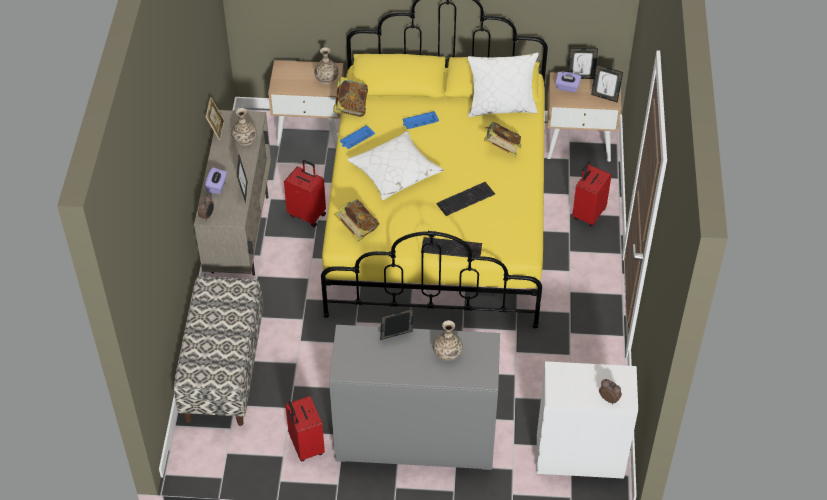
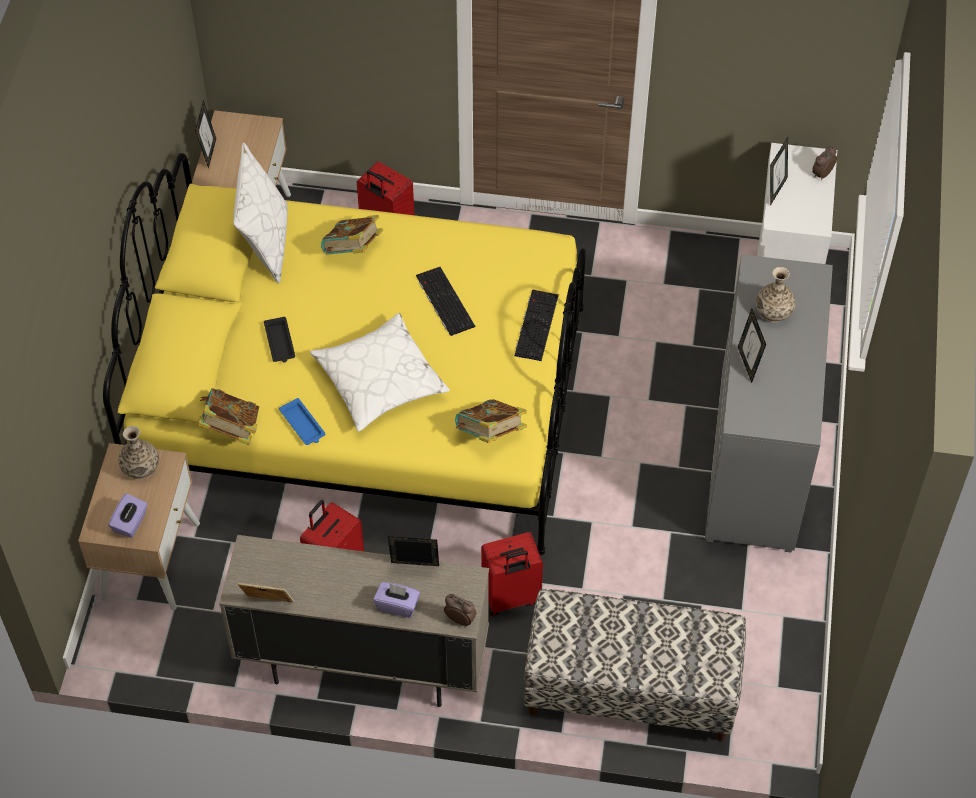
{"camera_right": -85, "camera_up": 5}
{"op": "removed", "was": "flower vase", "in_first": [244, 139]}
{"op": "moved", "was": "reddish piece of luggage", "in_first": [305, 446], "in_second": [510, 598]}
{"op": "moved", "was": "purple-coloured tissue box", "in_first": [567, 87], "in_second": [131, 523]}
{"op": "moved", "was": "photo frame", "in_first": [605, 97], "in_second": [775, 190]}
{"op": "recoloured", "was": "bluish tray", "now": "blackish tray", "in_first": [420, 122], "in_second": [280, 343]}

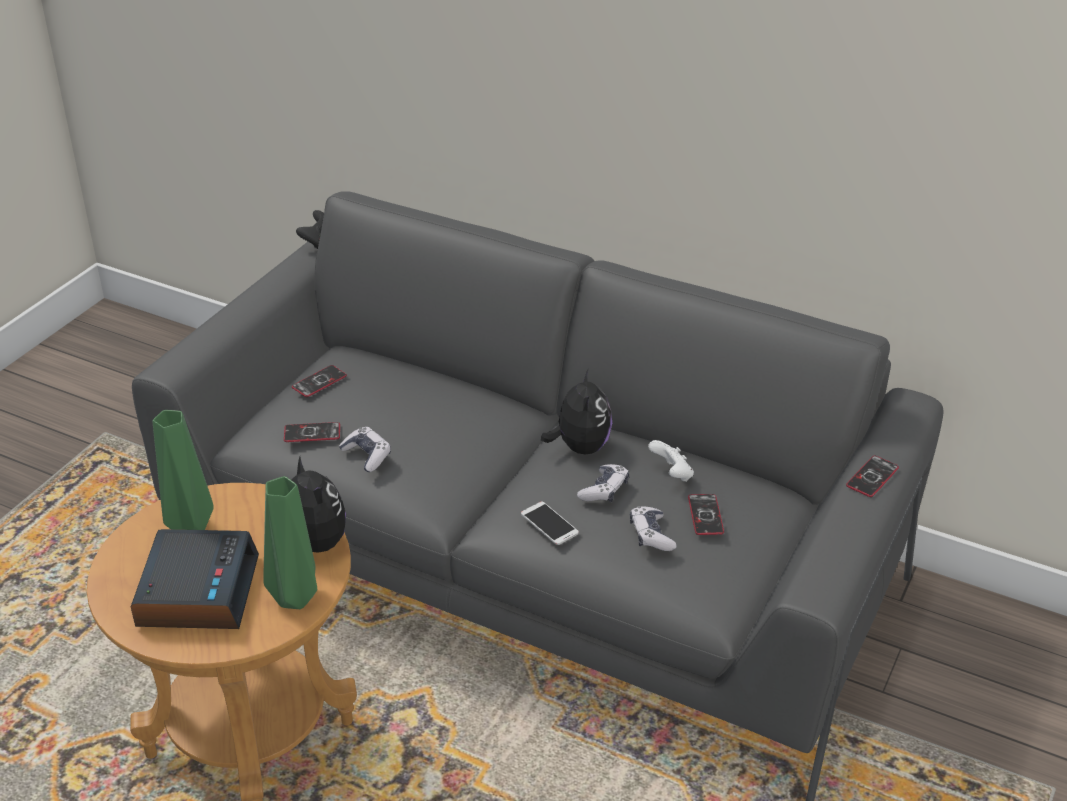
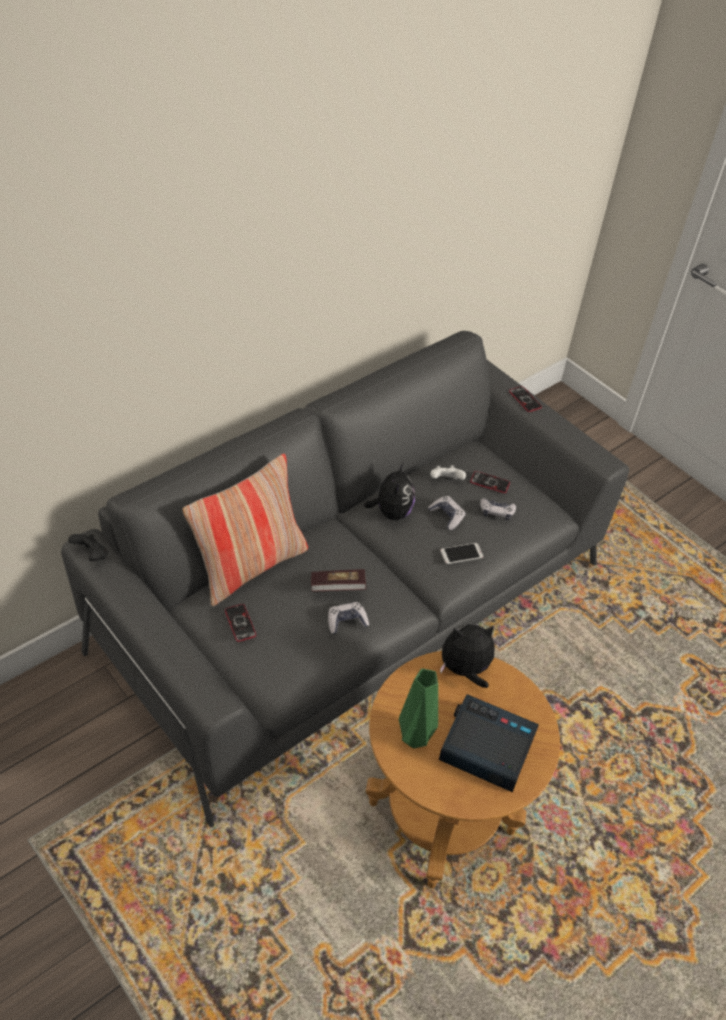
{"camera_right": -70, "camera_up": 10}
{"op": "removed", "was": "green flower vase", "in_first": [297, 599]}
{"op": "removed", "was": "phone", "in_first": [312, 433]}
{"op": "added", "now": "cushion", "in_second": [250, 566]}
{"op": "added", "now": "bound book", "in_second": [338, 588]}
{"op": "turned", "was": "cuddly toy", "in_first": [579, 447], "in_second": [391, 512], "clockwise": 75}

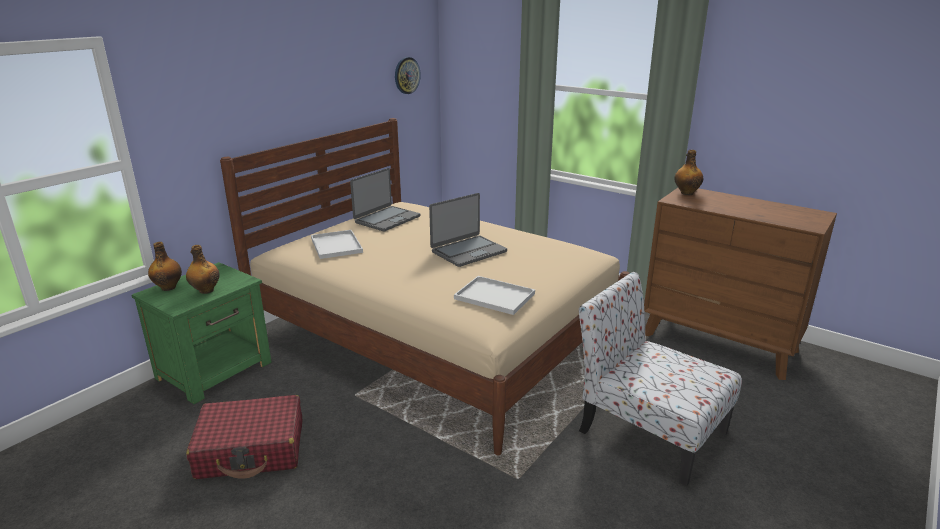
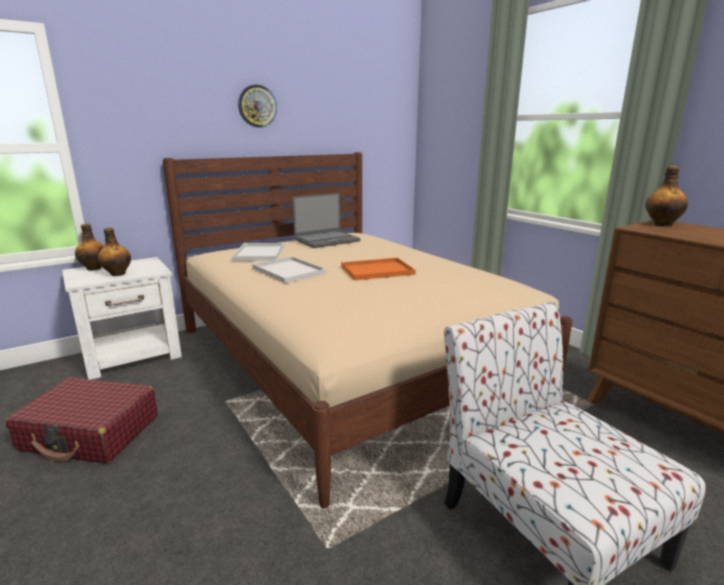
{"camera_right": 20, "camera_up": -5}
{"op": "moved", "was": "clock on the wall", "in_first": [406, 75], "in_second": [257, 106]}
{"op": "moved", "was": "white-coloured tray", "in_first": [493, 296], "in_second": [287, 270]}
{"op": "replaced", "was": "portable computer", "now": "orange tray", "in_first": [468, 251], "in_second": [378, 270]}
{"op": "recoloured", "was": "green bedside table", "now": "white-coloured bedside table", "in_first": [216, 370], "in_second": [133, 355]}

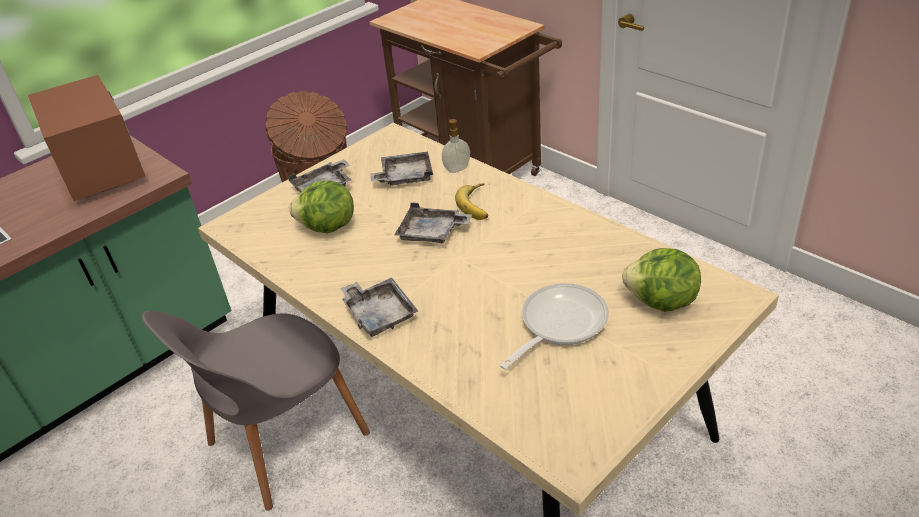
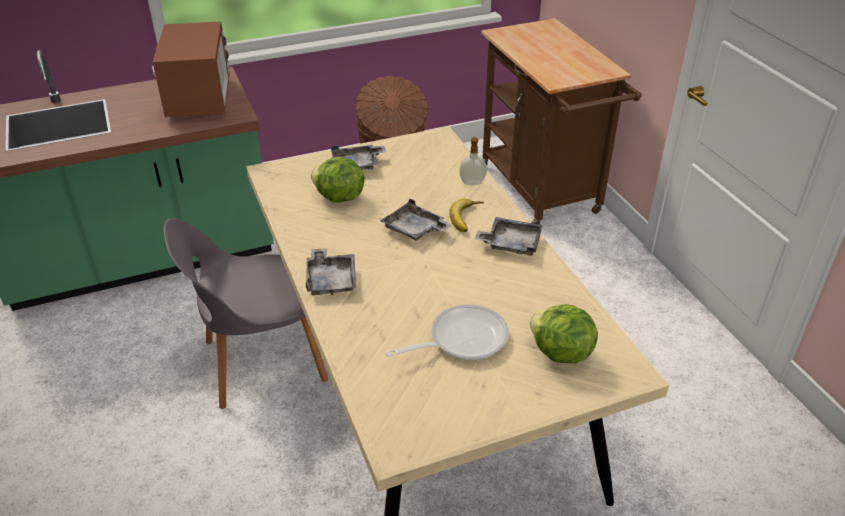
{"camera_right": 20, "camera_up": 0}
{"op": "moved", "was": "gray tray", "in_first": [405, 177], "in_second": [511, 243]}

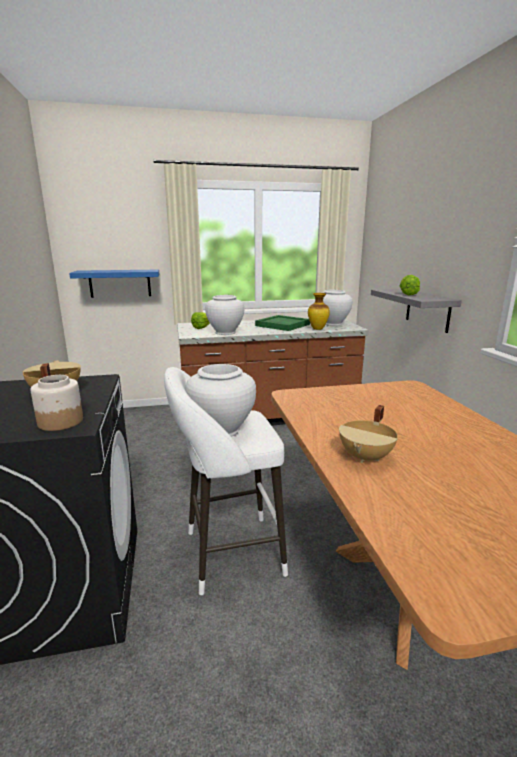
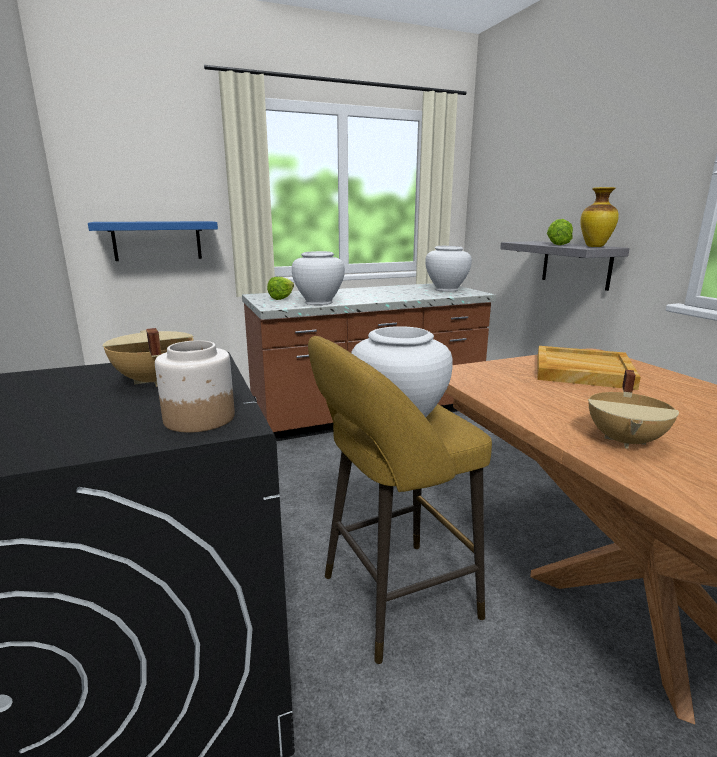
{"camera_right": -10, "camera_up": 0}
{"op": "removed", "was": "green tray", "in_first": [282, 325]}
{"op": "added", "now": "sand-coloured tray", "in_second": [581, 371]}
{"op": "moved", "was": "flower vase", "in_first": [318, 329], "in_second": [595, 246]}
{"op": "recoloured", "was": "white-coloured sitting stool", "now": "yellowish sitting stool", "in_first": [227, 554], "in_second": [391, 599]}

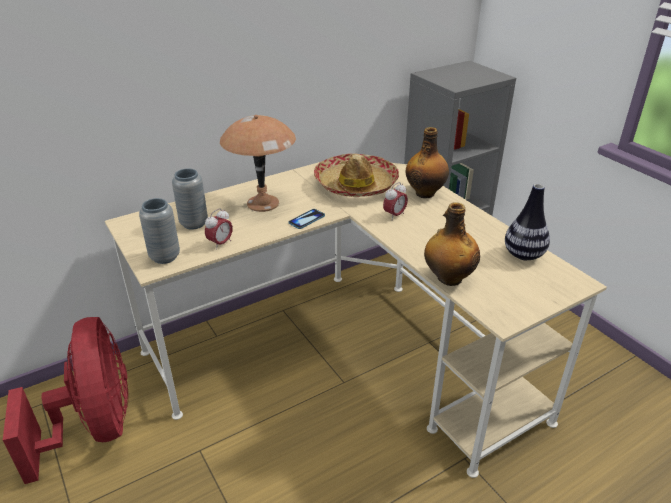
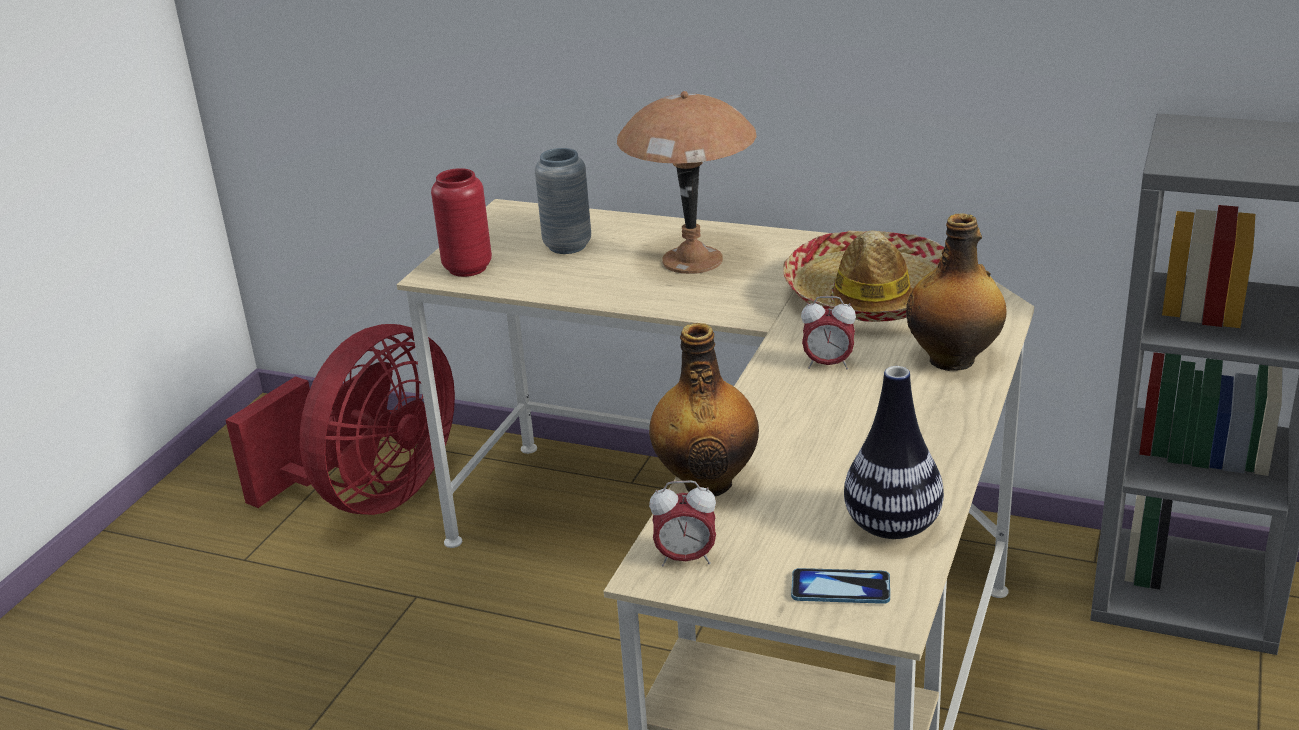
{"camera_right": 55, "camera_up": -5}
{"op": "moved", "was": "table clock", "in_first": [220, 243], "in_second": [685, 559]}
{"op": "moved", "was": "phone", "in_first": [306, 220], "in_second": [840, 588]}
{"op": "recoloured", "was": "gray flower vase", "now": "reddish flower vase", "in_first": [165, 257], "in_second": [467, 268]}

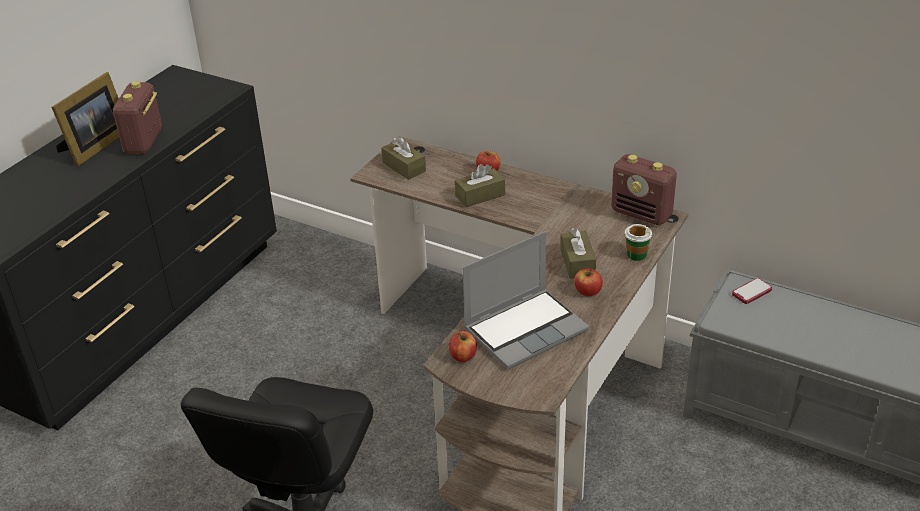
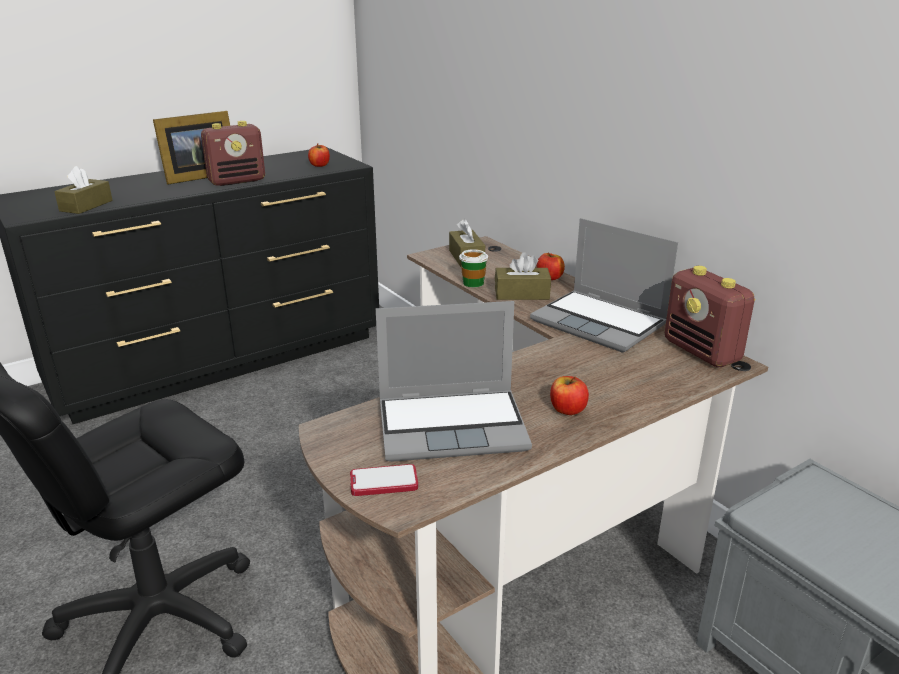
{"camera_right": 25, "camera_up": -10}
{"op": "added", "now": "portable computer", "in_second": [600, 323]}
{"op": "moved", "was": "apple", "in_first": [463, 356], "in_second": [319, 165]}
{"op": "moved", "was": "brown tissue box", "in_first": [577, 263], "in_second": [86, 206]}
{"op": "moved", "was": "drinking cup", "in_first": [636, 254], "in_second": [473, 283]}
{"op": "moved", "was": "phone", "in_first": [751, 292], "in_second": [384, 482]}
{"op": "turned", "was": "radio receiver", "in_first": [144, 142], "in_second": [237, 181], "clockwise": -150}

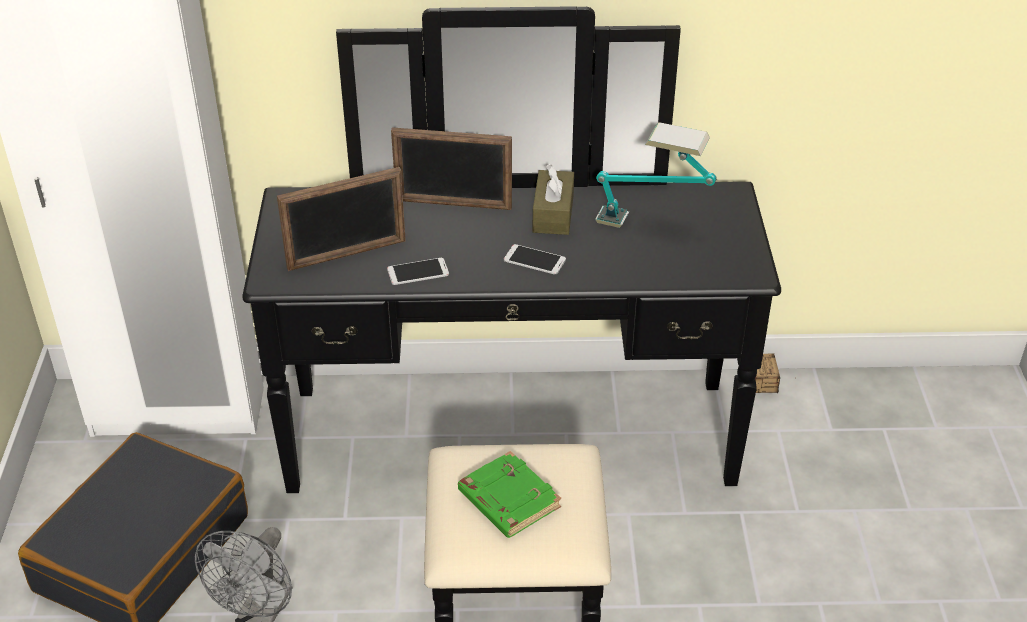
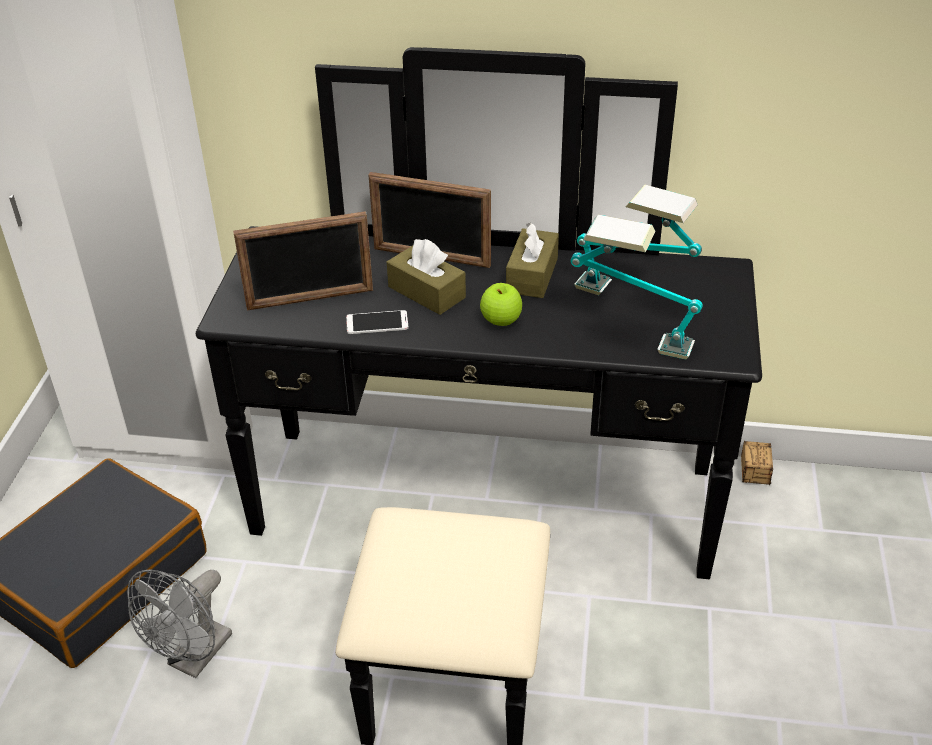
{"camera_right": 10, "camera_up": 0}
{"op": "removed", "was": "green bound book", "in_first": [507, 500]}
{"op": "added", "now": "brown tissue box", "in_second": [426, 292]}
{"op": "added", "now": "table lamp", "in_second": [630, 338]}
{"op": "replaced", "was": "phone", "now": "apple", "in_first": [534, 260], "in_second": [501, 321]}

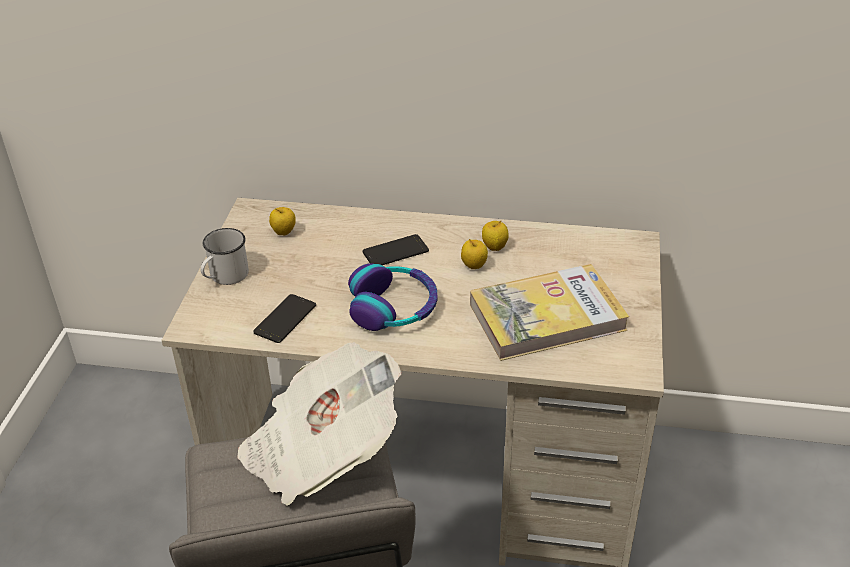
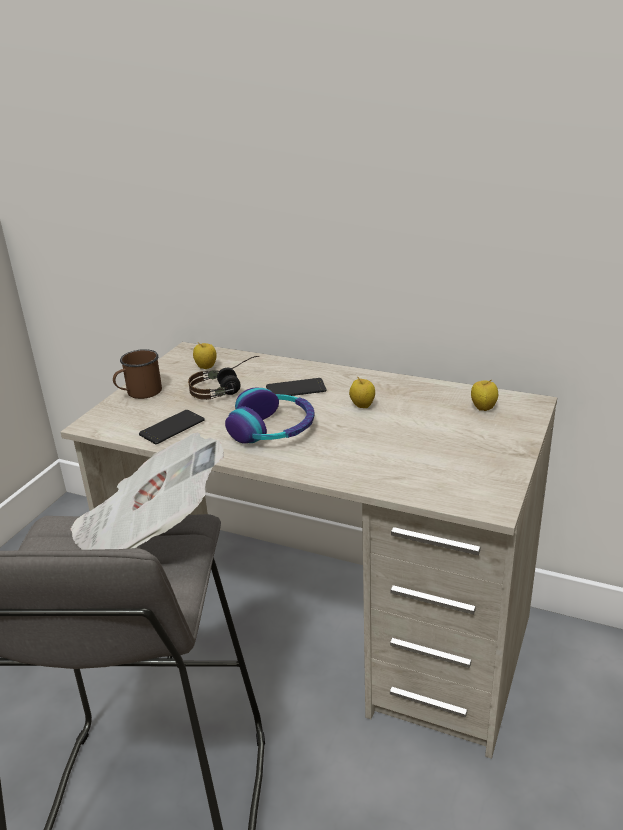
{"camera_right": 15, "camera_up": -10}
{"op": "removed", "was": "bound book", "in_first": [547, 317]}
{"op": "added", "now": "headset", "in_second": [227, 388]}
{"op": "moved", "was": "apple", "in_first": [494, 247], "in_second": [483, 408]}
{"op": "recoloured", "was": "white-coloured mug", "now": "brown mug", "in_first": [225, 277], "in_second": [139, 393]}

